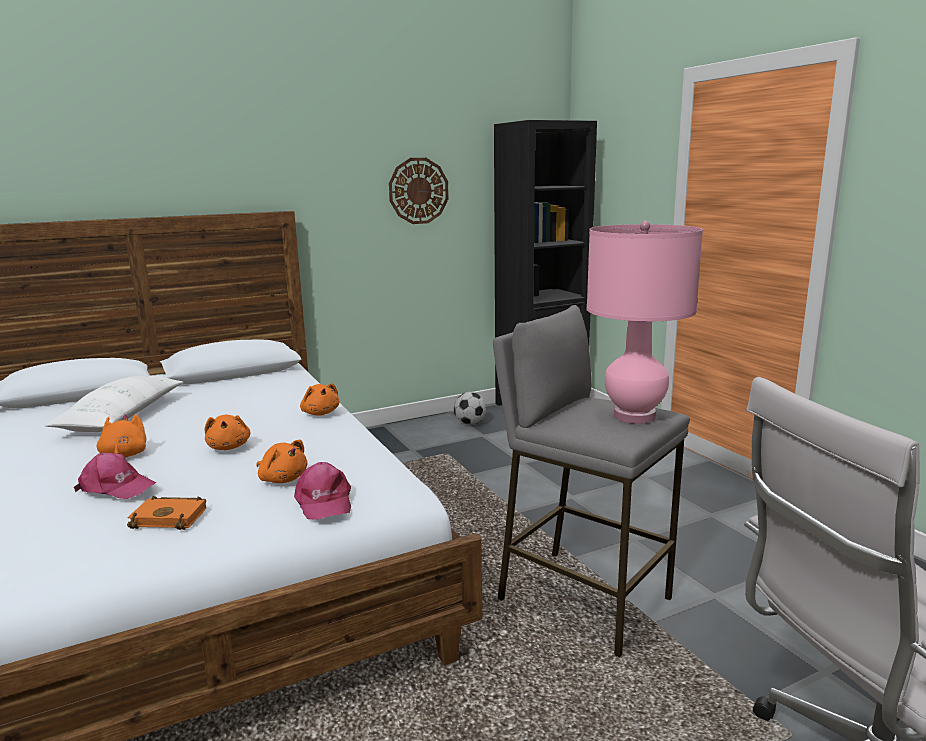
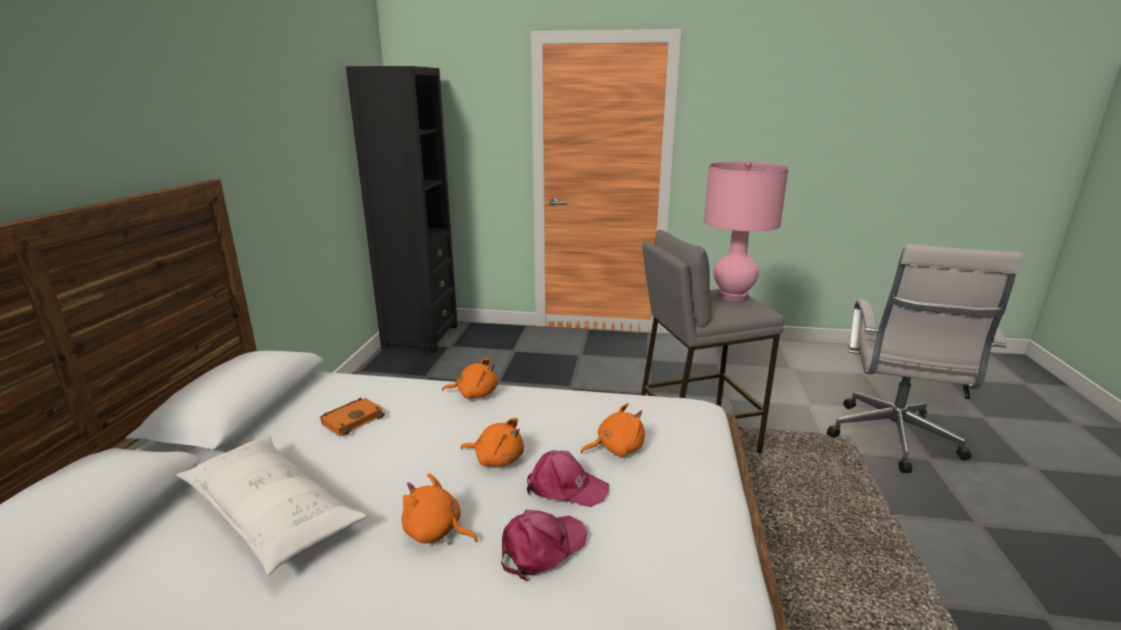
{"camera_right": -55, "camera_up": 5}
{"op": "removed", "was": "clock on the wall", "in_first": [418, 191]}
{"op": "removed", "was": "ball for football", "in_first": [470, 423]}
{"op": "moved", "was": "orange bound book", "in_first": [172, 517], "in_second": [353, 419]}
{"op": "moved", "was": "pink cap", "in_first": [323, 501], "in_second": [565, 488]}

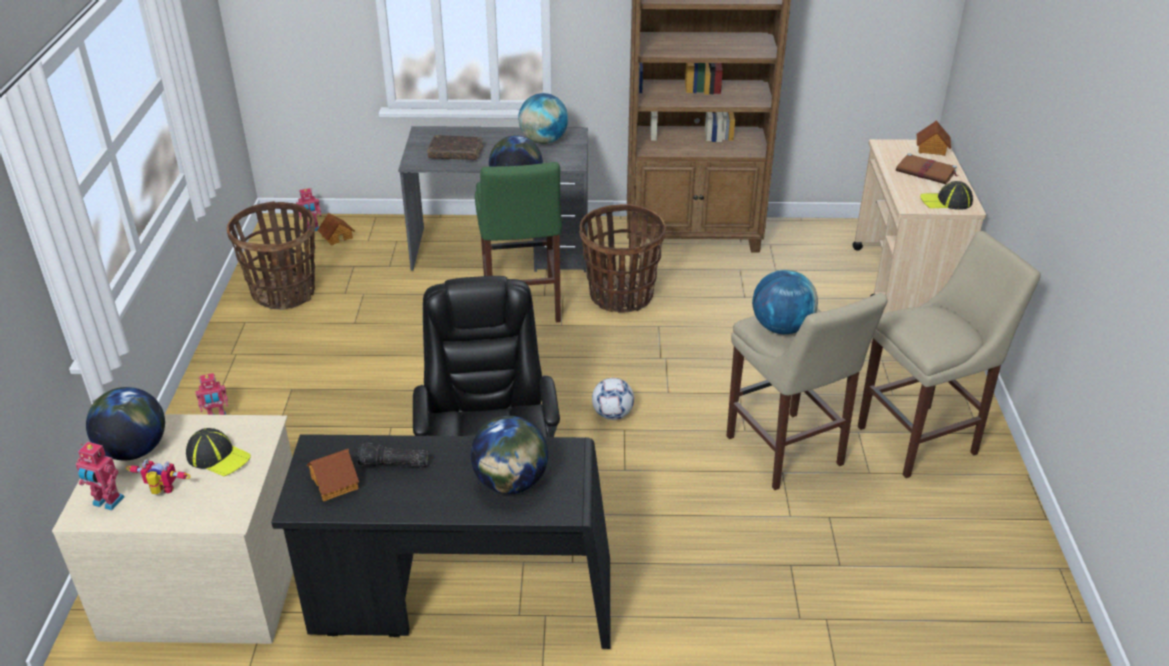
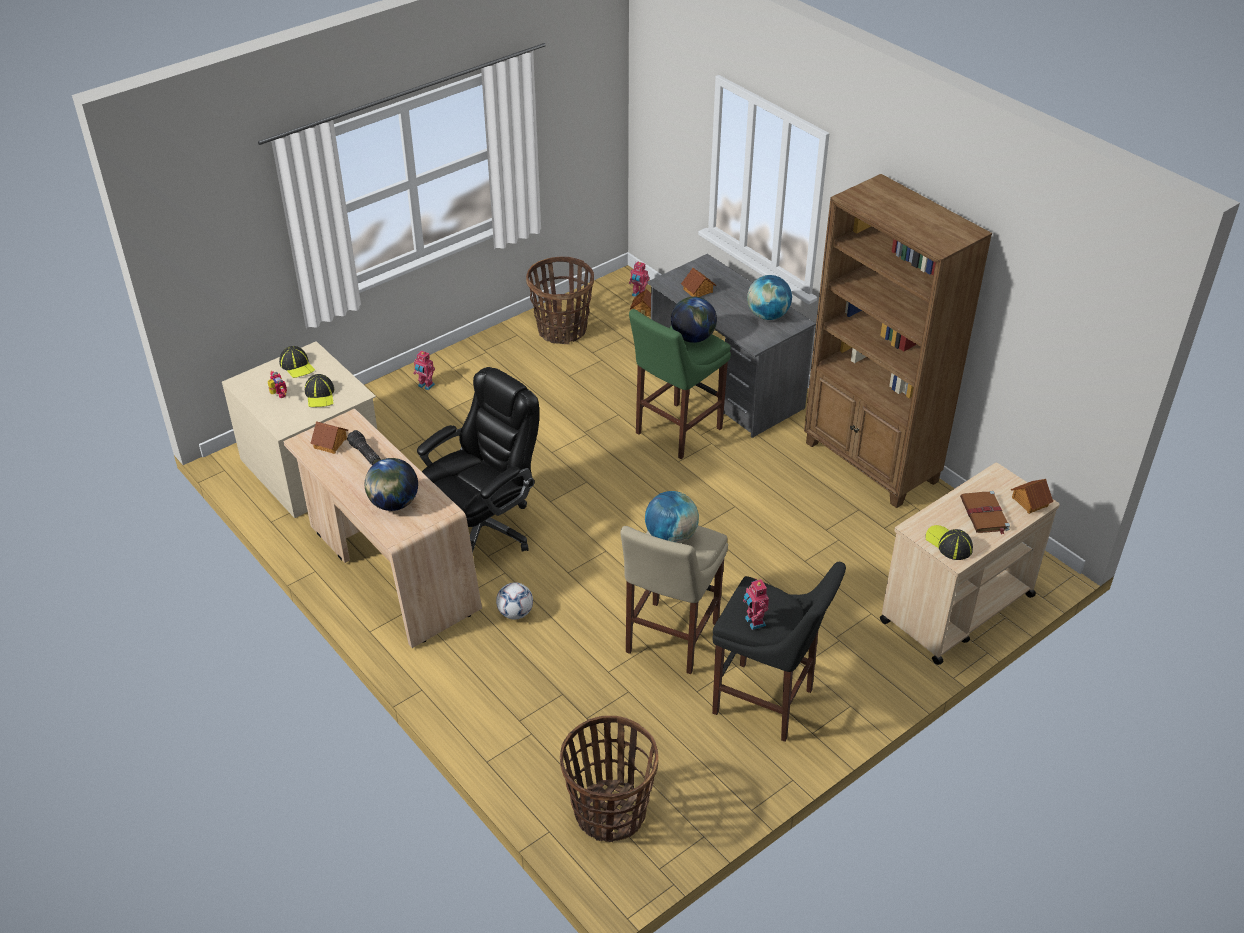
{"camera_right": 50, "camera_up": 5}
{"op": "moved", "was": "robot figure", "in_first": [107, 502], "in_second": [754, 622]}
{"op": "moved", "was": "household basket", "in_first": [620, 296], "in_second": [609, 812]}
{"op": "moved", "was": "ball for football", "in_first": [612, 414], "in_second": [515, 613]}
{"op": "replaced", "was": "desk globe", "now": "cap", "in_first": [134, 450], "in_second": [297, 366]}
{"op": "replaced", "was": "brown bound book", "now": "miniature house", "in_first": [456, 153], "in_second": [698, 291]}
{"op": "recoloured", "was": "blackish desk unit", "now": "sand-coloured desk unit", "in_first": [461, 602], "in_second": [389, 568]}
{"op": "recoloured", "was": "sand-coloured sitting stool", "now": "blackish sitting stool", "in_first": [922, 439], "in_second": [767, 704]}

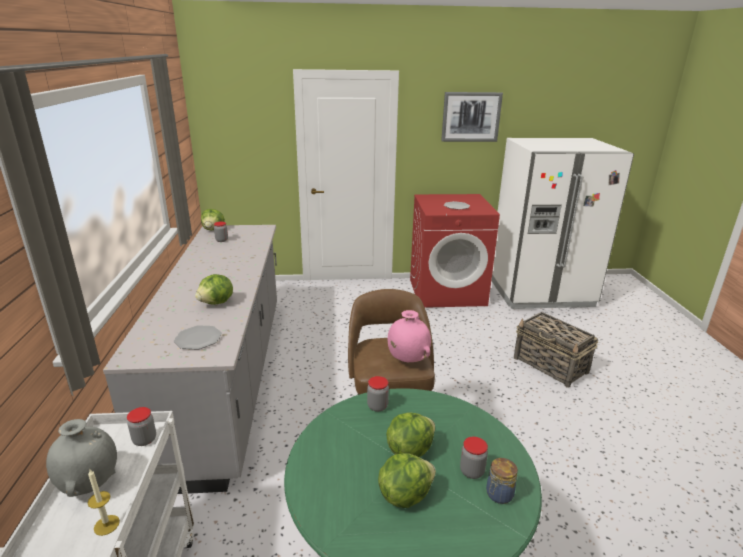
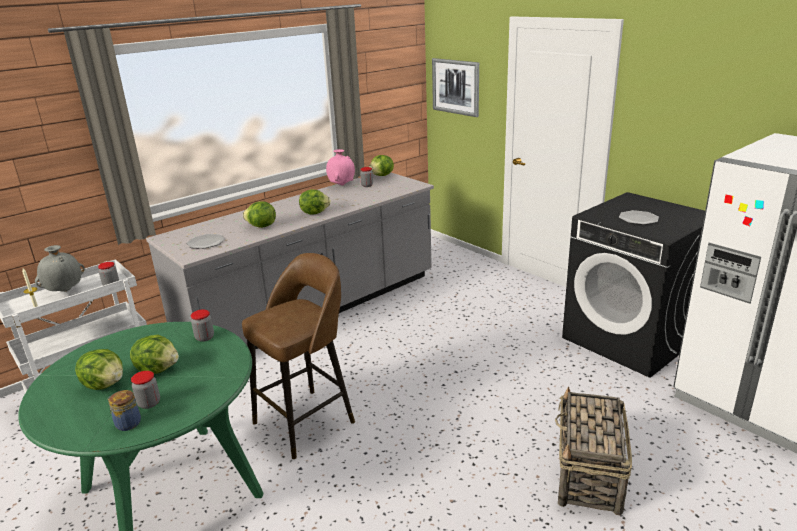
{"camera_right": 55, "camera_up": 0}
{"op": "added", "now": "head of lettuce", "in_second": [314, 212]}
{"op": "moved", "was": "pink flower vase", "in_first": [407, 360], "in_second": [341, 185]}
{"op": "moved", "was": "wall art", "in_first": [471, 117], "in_second": [455, 87]}
{"op": "recoloured", "was": "reddish laundry appliance", "now": "blackish laundry appliance", "in_first": [447, 292], "in_second": [629, 339]}

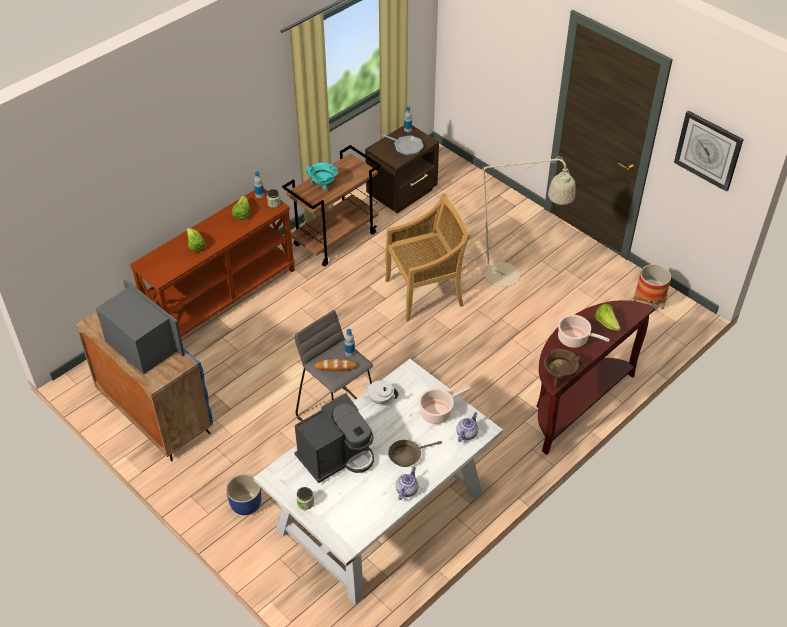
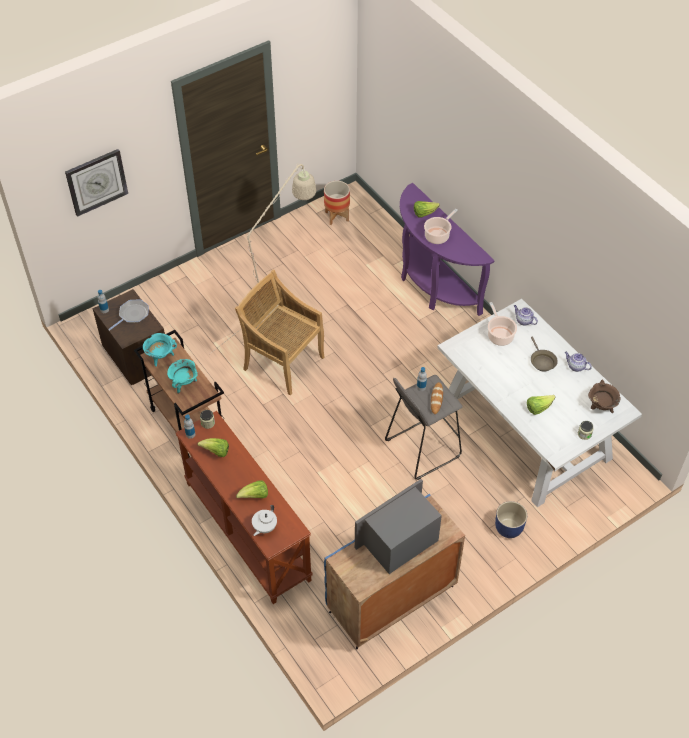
{"camera_right": -80, "camera_up": 5}
{"op": "added", "now": "blue-green cooking pot", "in_second": [161, 357]}
{"op": "moved", "was": "white-coloured tea pot", "in_first": [380, 399], "in_second": [264, 527]}
{"op": "moved", "was": "brown cooking pot", "in_first": [559, 377], "in_second": [601, 407]}
{"op": "moved", "was": "clock on the wall", "in_first": [708, 150], "in_second": [96, 182]}
{"op": "replaced", "was": "coffee machine", "now": "head of lettuce", "in_first": [336, 456], "in_second": [538, 408]}
{"op": "recoloured", "was": "brown hall table", "now": "purple-coloured hall table", "in_first": [575, 402], "in_second": [432, 285]}
{"op": "turned", "was": "sand-coloured plain chair", "in_first": [425, 292], "in_second": [282, 362], "clockwise": -45}

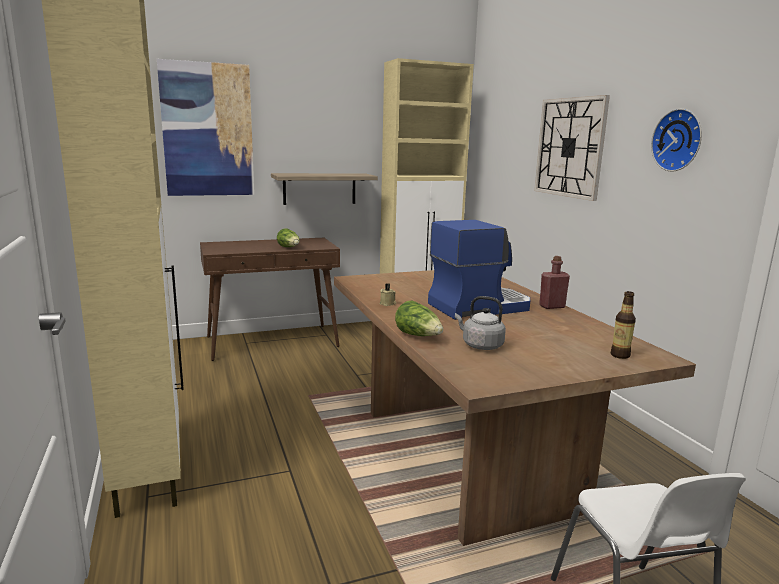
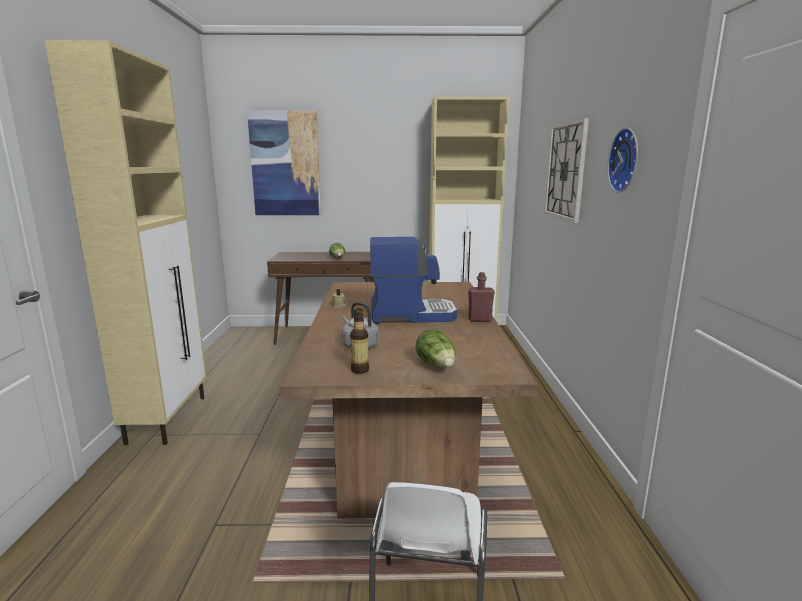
{"camera_right": 20, "camera_up": 0}
{"op": "removed", "was": "wall shelf", "in_first": [319, 188]}
{"op": "moved", "was": "head of lettuce", "in_first": [419, 336], "in_second": [437, 365]}
{"op": "moved", "was": "beverage bottle", "in_first": [620, 355], "in_second": [360, 370]}

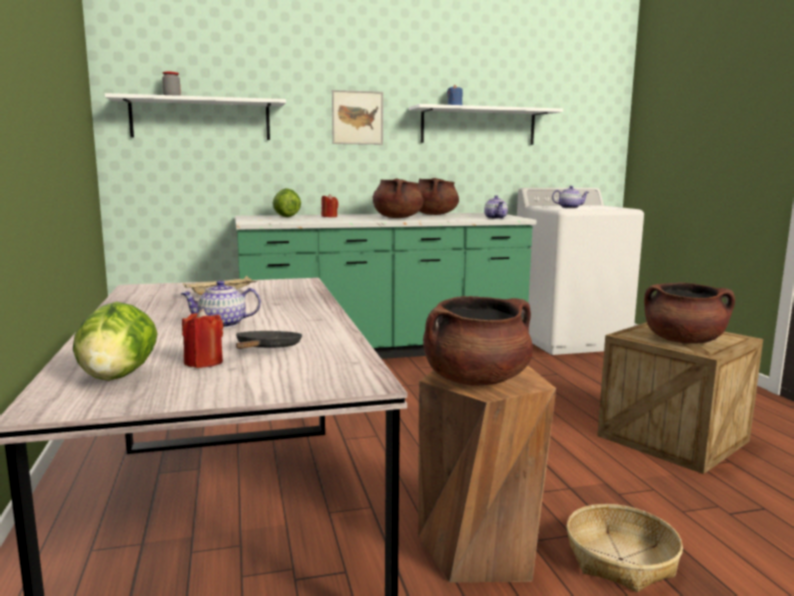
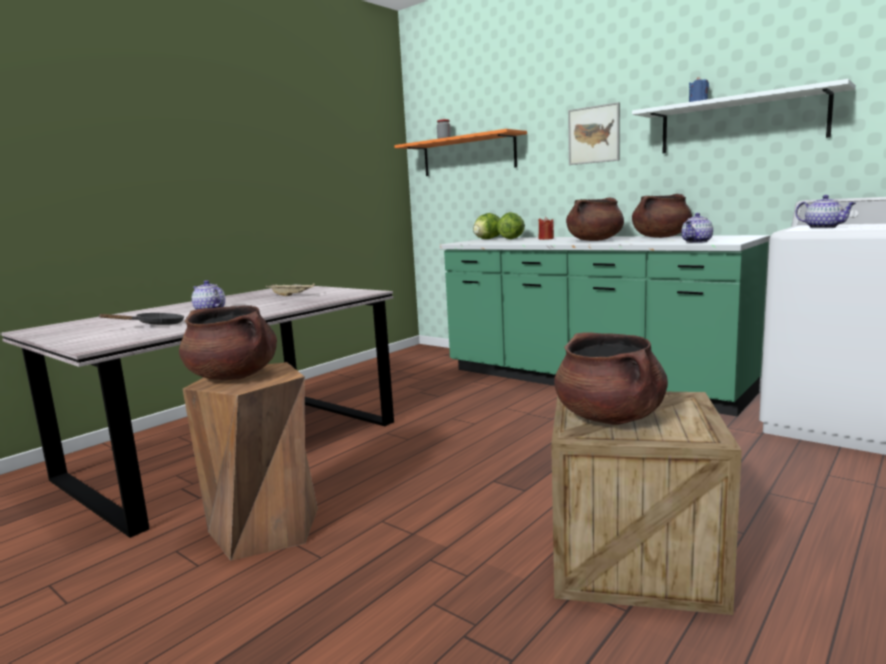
{"camera_right": 55, "camera_up": 0}
{"op": "removed", "was": "reddish wax candle", "in_first": [203, 362]}
{"op": "removed", "was": "household basket", "in_first": [621, 560]}
{"op": "moved", "was": "head of lettuce", "in_first": [118, 376], "in_second": [487, 239]}
{"op": "recoloured", "was": "white-coloured wall shelf", "now": "orange wall shelf", "in_first": [201, 119], "in_second": [468, 155]}

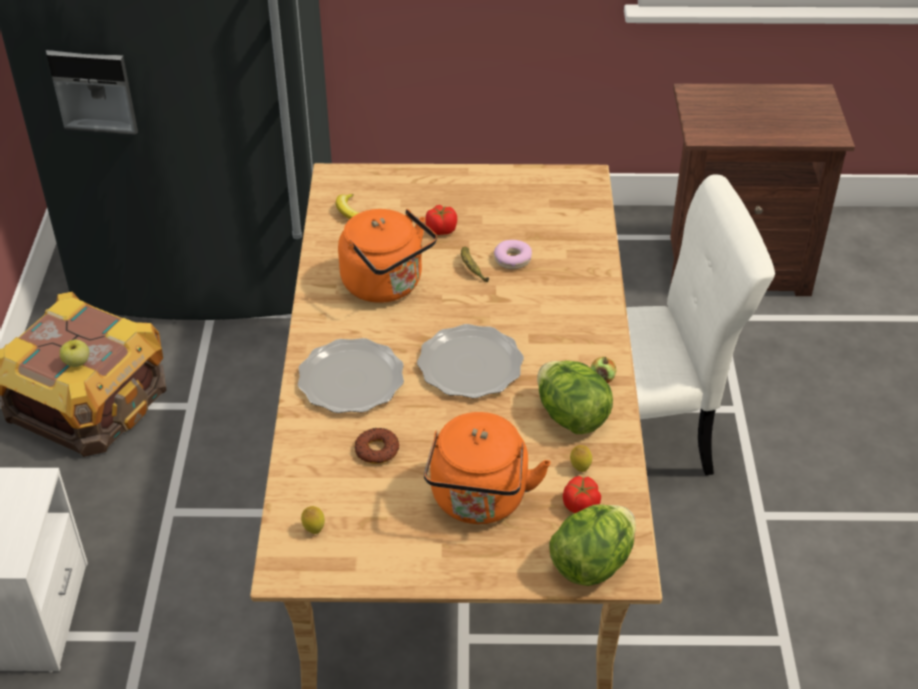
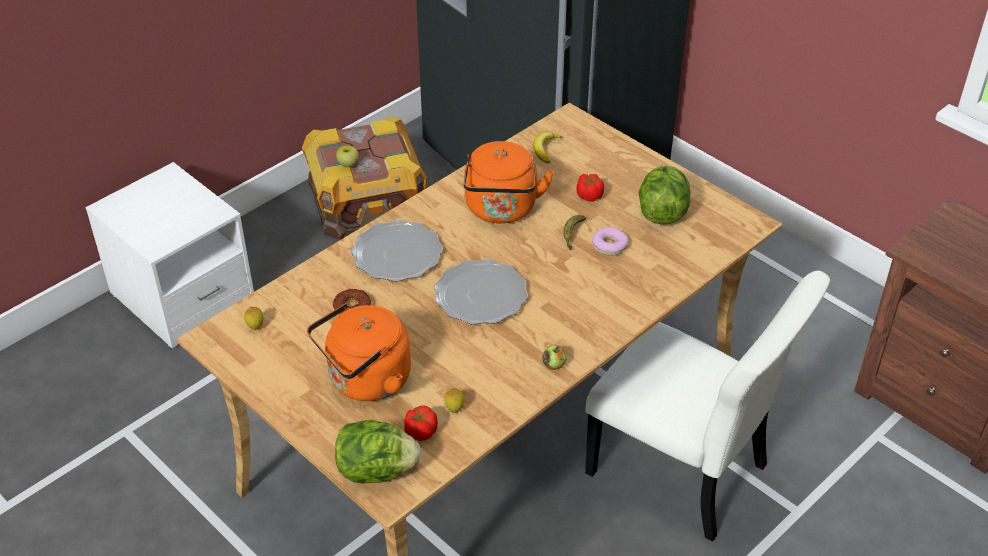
{"camera_right": 45, "camera_up": 0}
{"op": "moved", "was": "head of lettuce", "in_first": [571, 417], "in_second": [662, 212]}

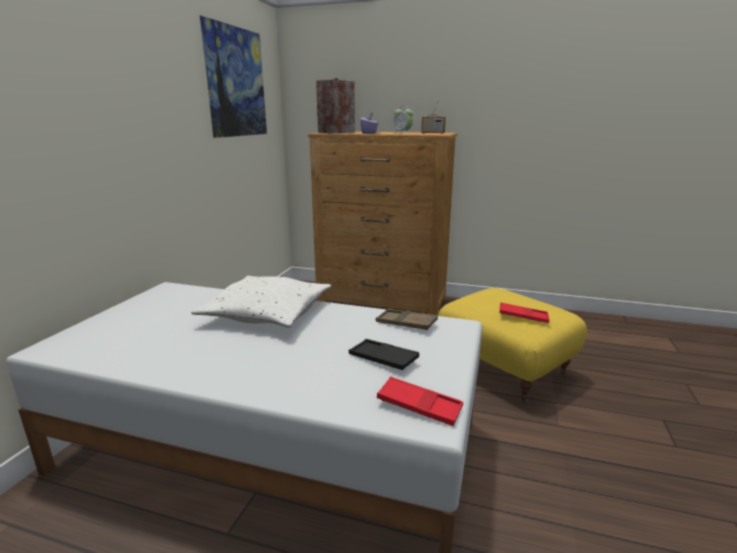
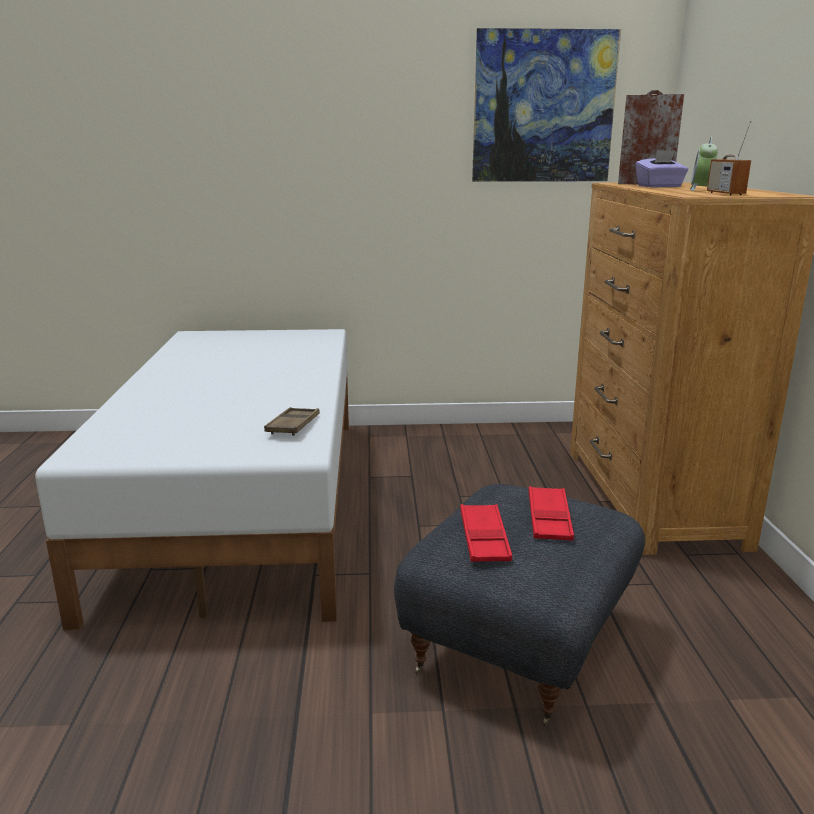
{"camera_right": 70, "camera_up": 0}
{"op": "removed", "was": "white-coloured cushion", "in_first": [267, 312]}
{"op": "removed", "was": "blackish tray", "in_first": [383, 358]}
{"op": "moved", "was": "reddish tray", "in_first": [419, 406], "in_second": [549, 519]}
{"op": "recoloured", "was": "yellowish pouffe", "now": "gray pouffe", "in_first": [505, 368], "in_second": [521, 645]}

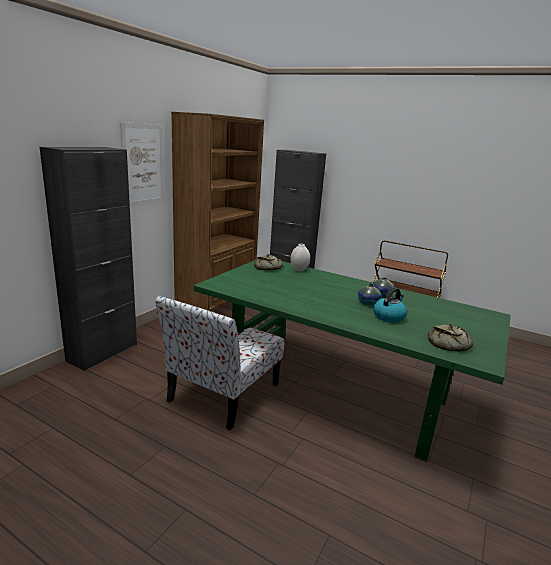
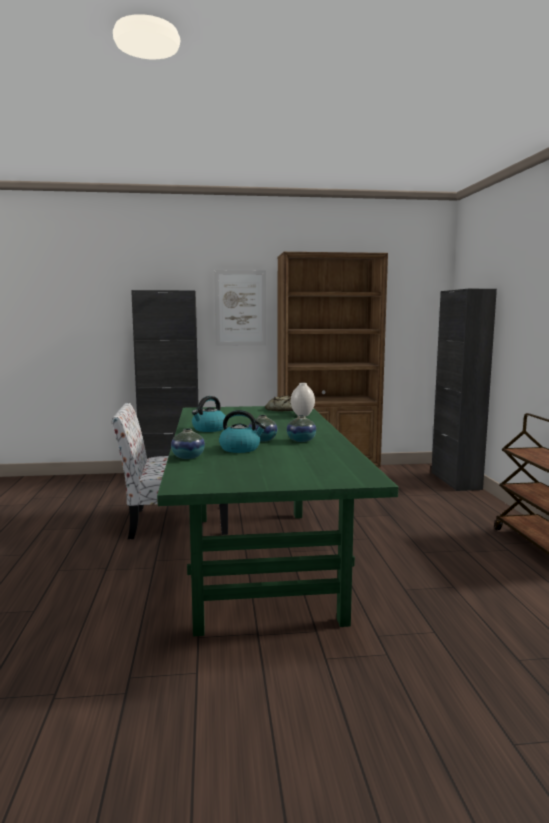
{"camera_right": 55, "camera_up": -10}
{"op": "removed", "was": "baked bread", "in_first": [448, 344]}
{"op": "added", "now": "flower vase", "in_second": [188, 457]}
{"op": "added", "now": "tea kettle", "in_second": [209, 429]}

